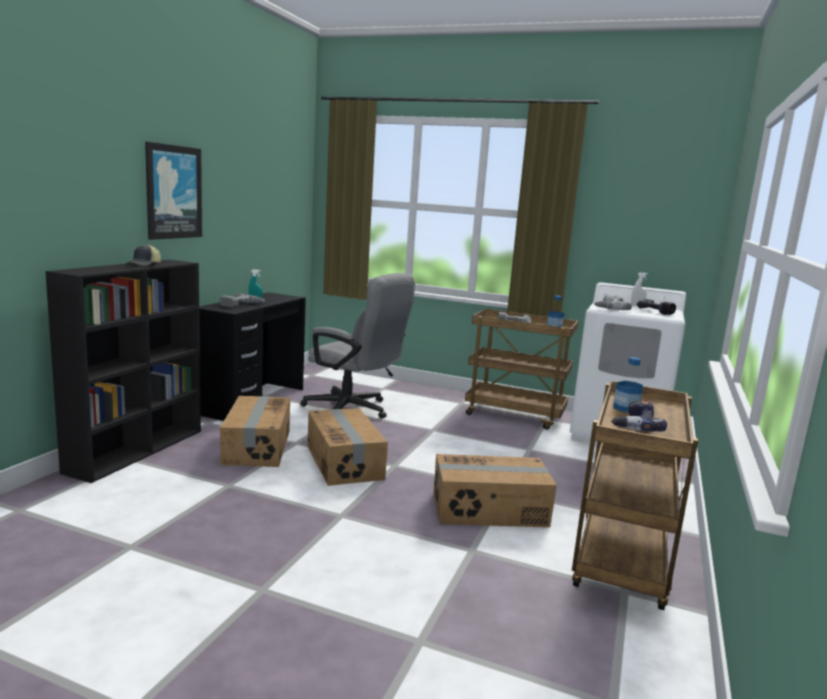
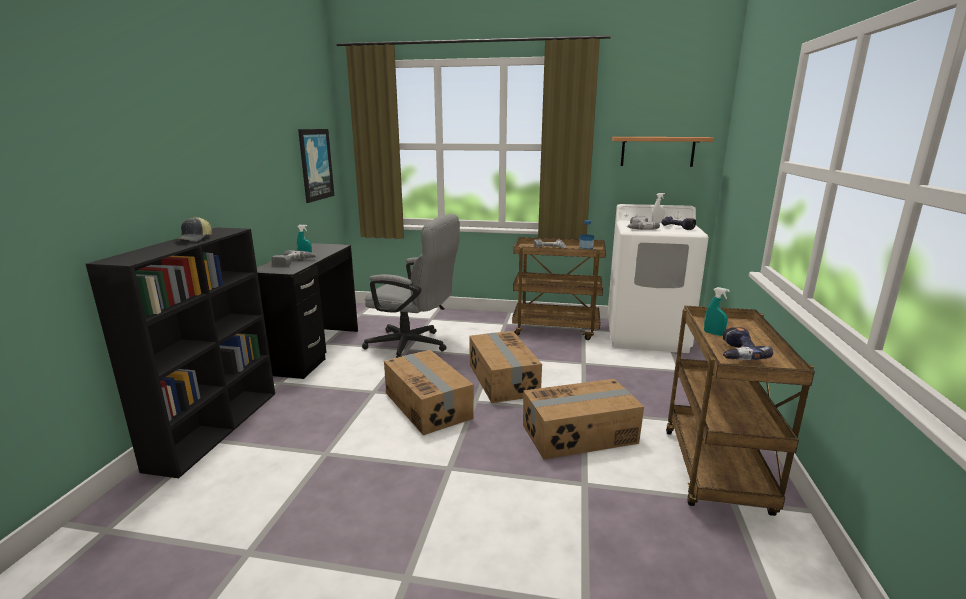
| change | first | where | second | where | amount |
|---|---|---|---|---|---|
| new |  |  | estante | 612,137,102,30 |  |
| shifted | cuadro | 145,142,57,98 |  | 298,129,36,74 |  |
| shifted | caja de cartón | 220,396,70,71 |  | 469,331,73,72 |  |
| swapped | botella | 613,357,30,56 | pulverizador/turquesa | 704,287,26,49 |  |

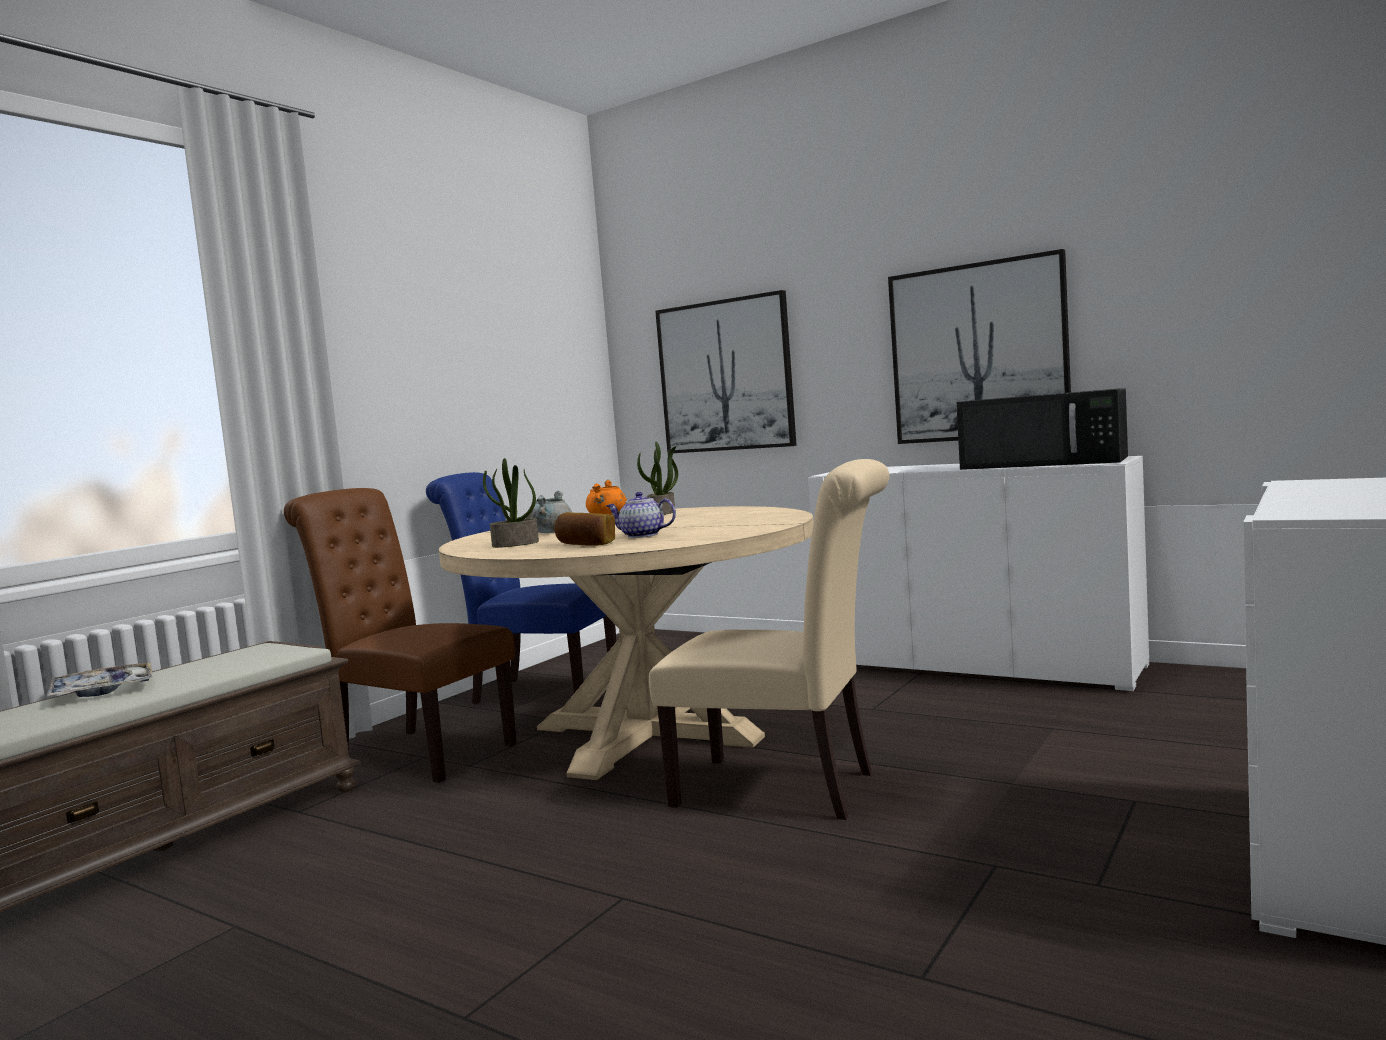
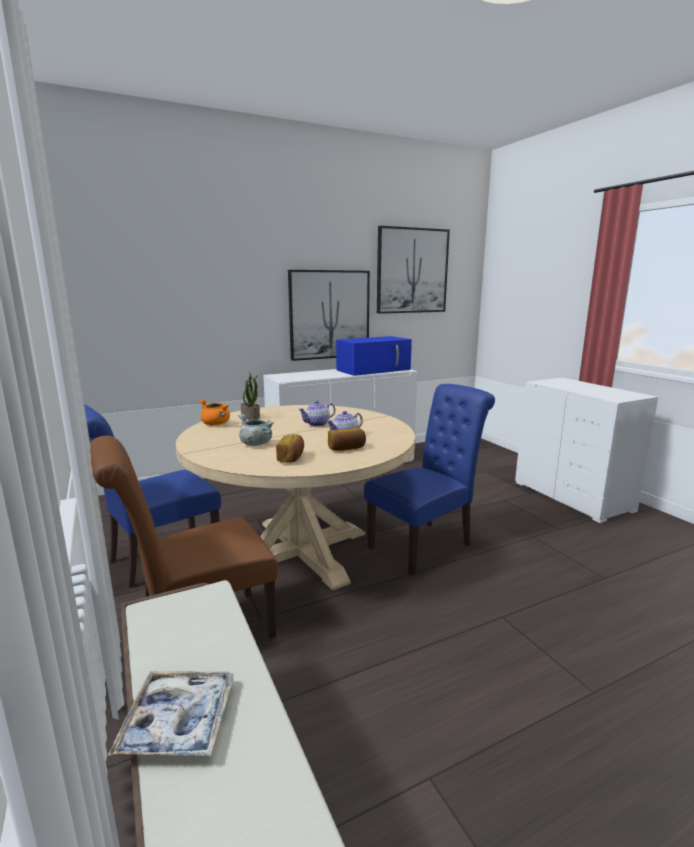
| change | first | where | second | where | amount |
|---|---|---|---|---|---|
| new |  |  | tetera | 298,400,37,26 |  |
| shifted | cuadro | 655,290,142,164 |  | 377,226,73,88 |  |
| swapped | planta en maceta | 483,458,56,90 | pan | 276,434,28,29 |  |
| repainted | silla/beis | 649,459,240,361 | silla/azul | 364,384,131,192 |  |
| repainted | microondas/negro | 956,388,172,82 | microondas/azul | 336,336,76,40 |  |

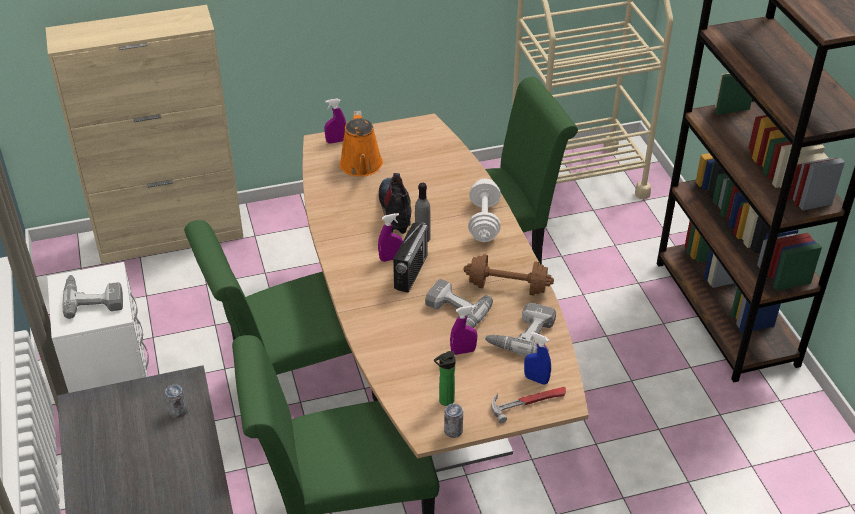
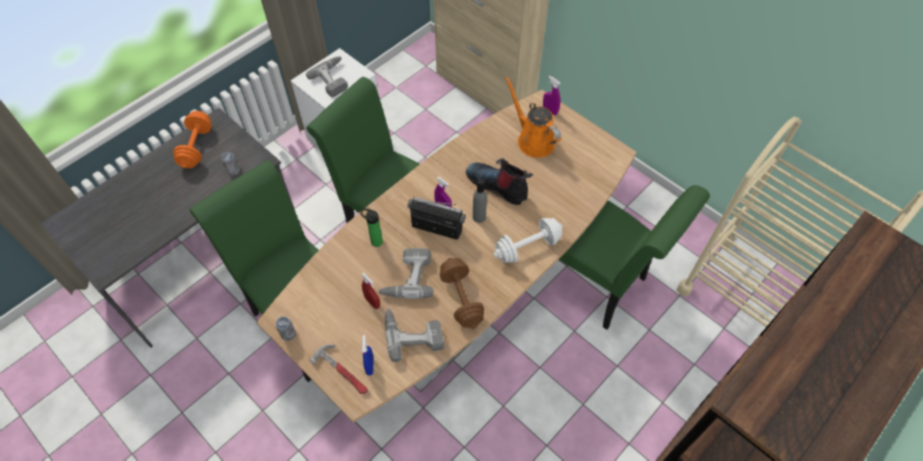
| change | first | where | second | where | amount |
|---|---|---|---|---|---|
| new |  |  | mancuerna/naranja | 173,111,38,57 |  |
| shifted | botella | 434,351,21,55 |  | 360,208,23,39 |  |
| repainted | pulverizador/morado | 450,306,27,49 | pulverizador/rojo | 362,273,18,36 |  |
| rotated | regadera/naranja | 340,111,43,66 |  | 505,76,56,82 | 90 degrees clockwise |
| rotated | bota | 379,173,32,61 |  | 466,158,67,47 | 105 degrees counterclockwise |
| rotated | radio | 393,222,35,71 |  | 407,197,59,43 | 150 degrees counterclockwise |

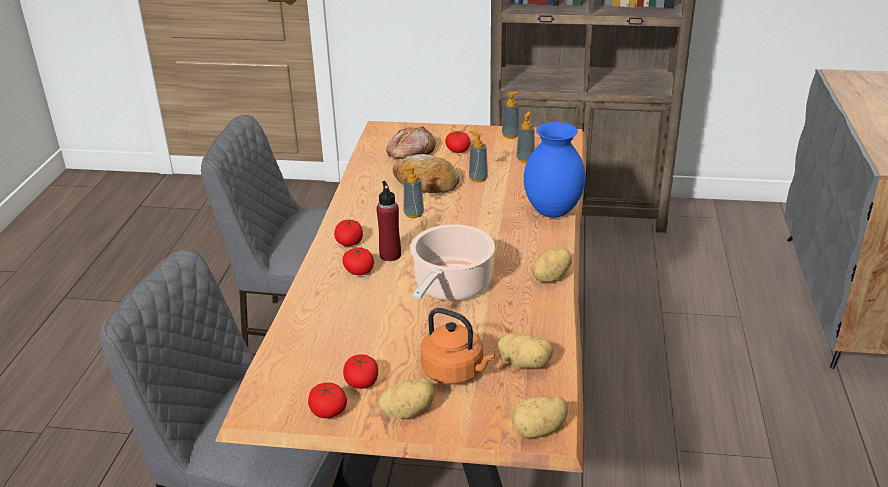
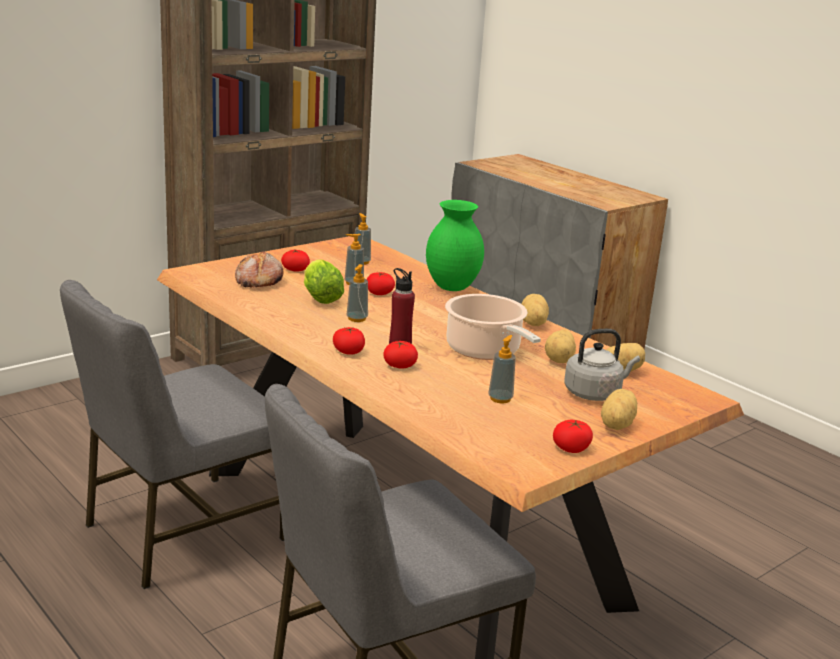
| change | first | where | second | where | amount |
|---|---|---|---|---|---|
| shifted | tomate | 343,354,35,35 |  | 367,272,28,23 |  |
| shifted | dispensador de jabón | 502,92,18,47 |  | 488,335,28,68 |  |
| shifted | patata | 511,396,57,42 |  | 545,329,31,34 |  |
| swapped | pan | 393,154,67,39 | lechuga | 304,259,40,45 |  |
| repainted | hervidor/naranja | 421,308,74,76 | hervidor/gris | 564,329,76,72 |  |
| repainted | florero/azul | 524,122,62,96 | florero/verde | 426,200,58,91 |  |

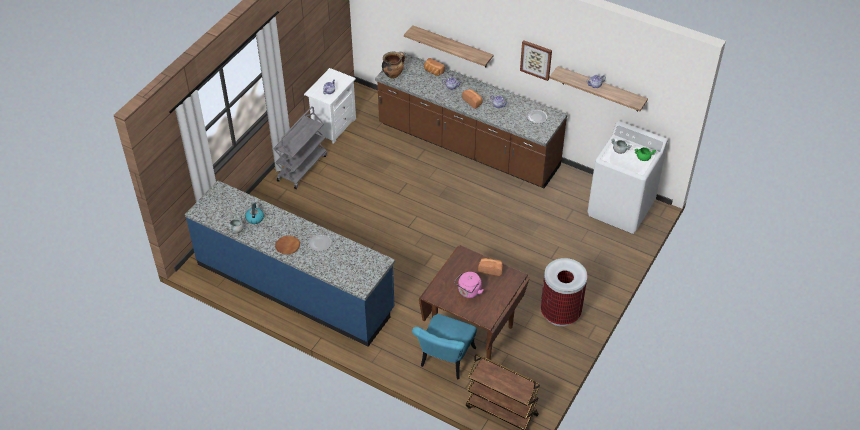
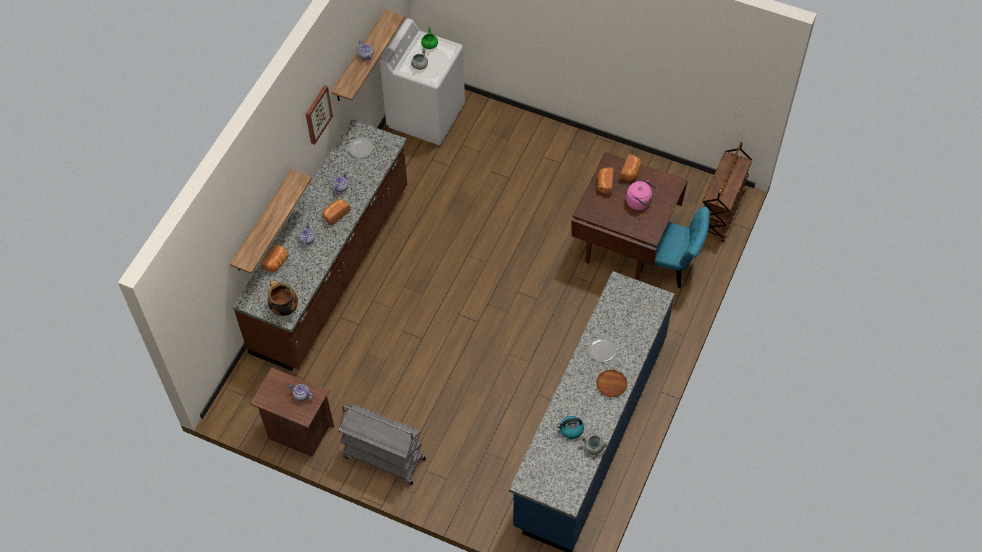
| change | first | where | second | where | amount |
|---|---|---|---|---|---|
| gone | papelera | 541,258,46,68 |  |  |  |
| new |  |  | pan | 620,154,22,27 |  |
| repainted | mesita de noche/blanco | 304,68,52,76 | mesita de noche/marrón | 250,368,84,89 |  |

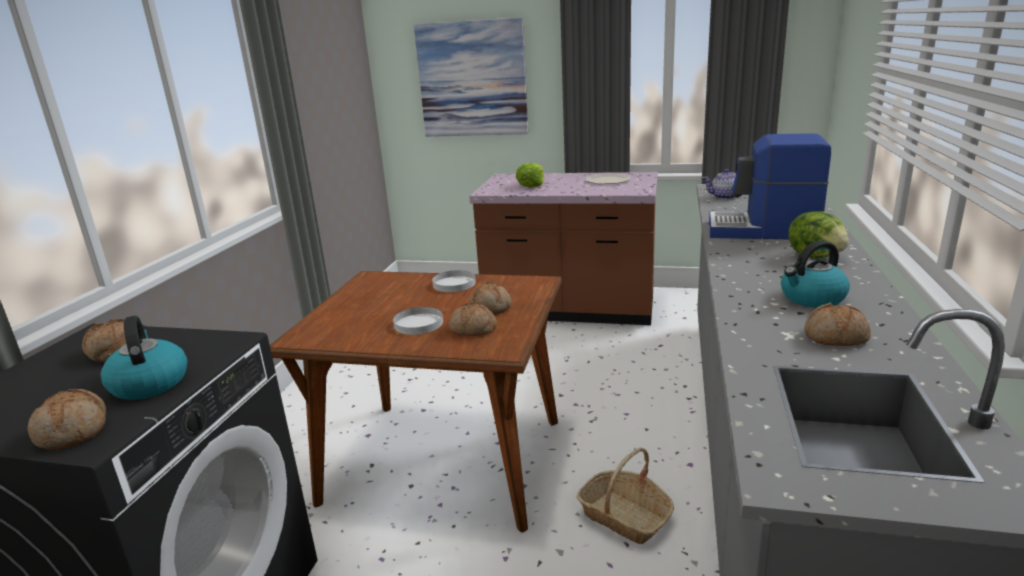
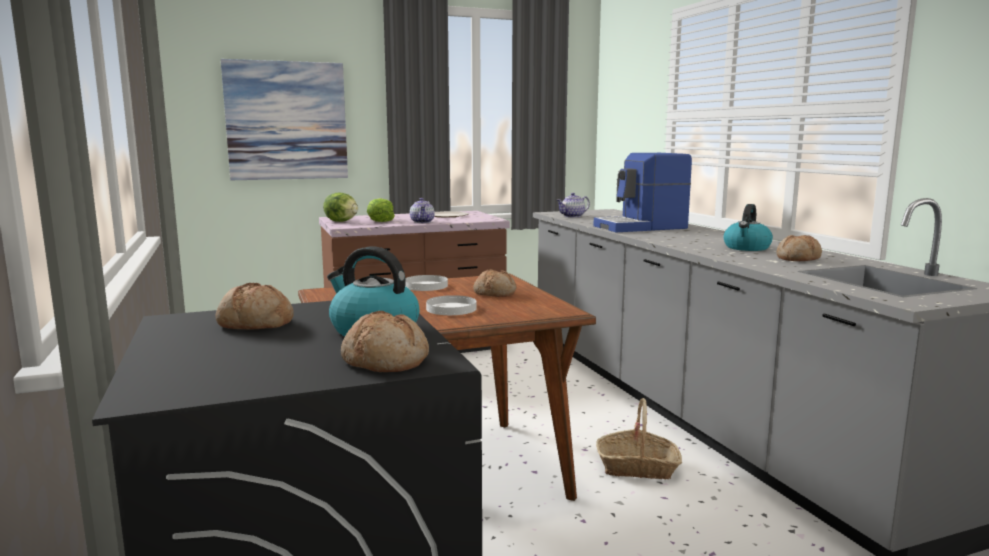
| change | first | where | second | where | amount |
|---|---|---|---|---|---|
| gone | pan | 449,302,48,34 |  |  |  |
| new |  |  | tetera | 410,198,25,25 |  |
| shifted | lechuga | 788,211,61,47 |  | 323,193,35,29 |  |

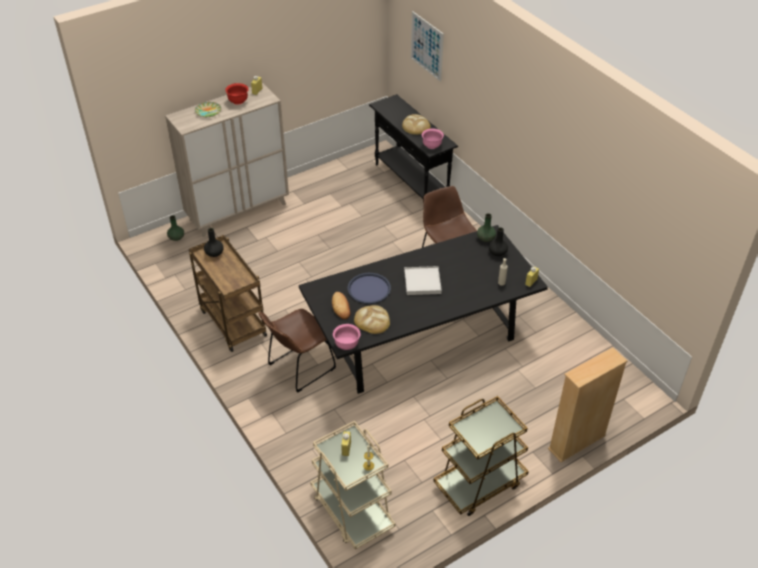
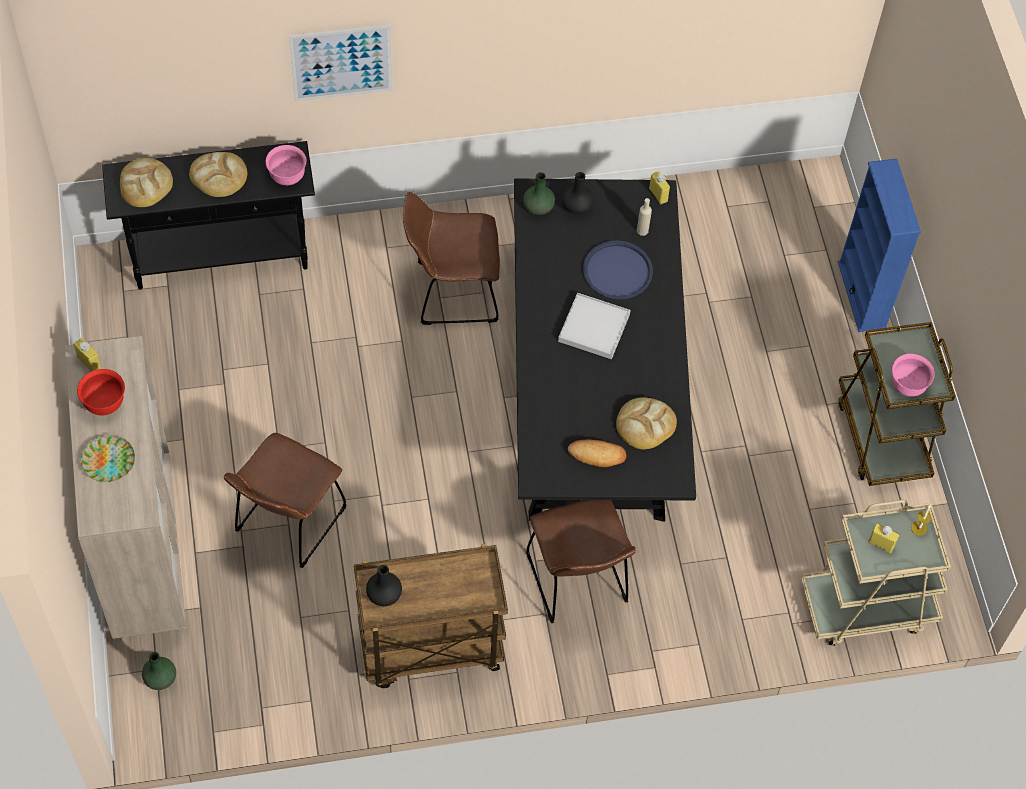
| change | first | where | second | where | amount |
|---|---|---|---|---|---|
| new |  |  | pan | 120,158,53,49 |  |
| new |  |  | silla/marrón | 224,433,123,135 |  |
| shifted | cuenco/rosa | 333,324,28,26 |  | 892,354,43,42 |  |
| shifted | bandeja/azul | 348,273,43,31 |  | 583,240,70,60 |  |
| shifted | cuadro | 411,11,33,71 |  | 289,25,103,76 |  |
| repainted | estantería/beis | 548,347,79,115 | estantería/azul | 838,159,83,173 |  |

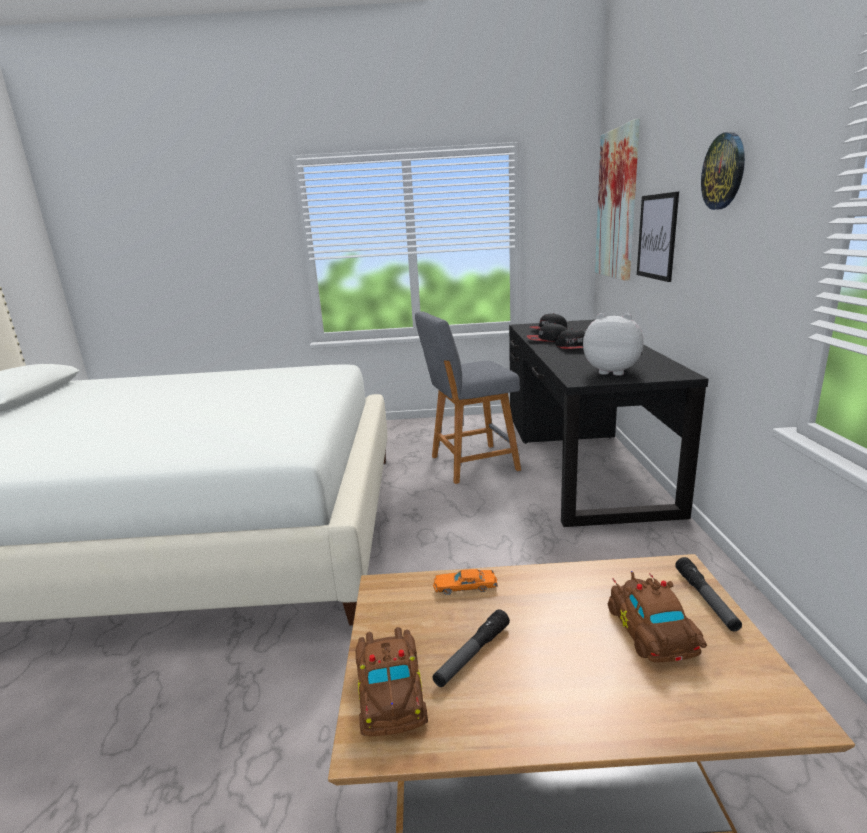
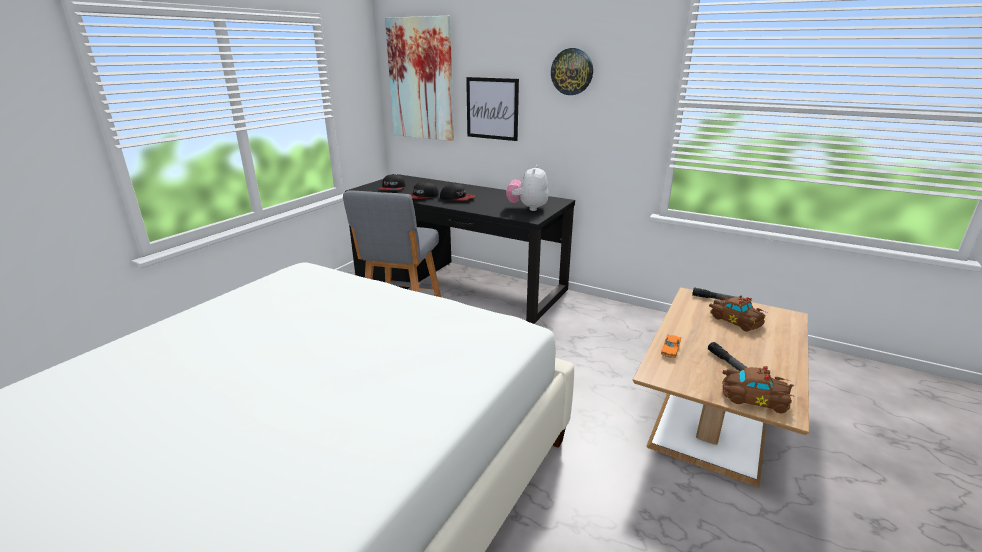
| change | first | where | second | where | amount |
|---|---|---|---|---|---|
| rotated | peluche | 583,313,60,63 |  | 506,165,43,46 | 45 degrees counterclockwise |
| rotated | coche de juguete/marrón | 608,571,99,92 |  | 709,295,59,37 | 150 degrees counterclockwise |

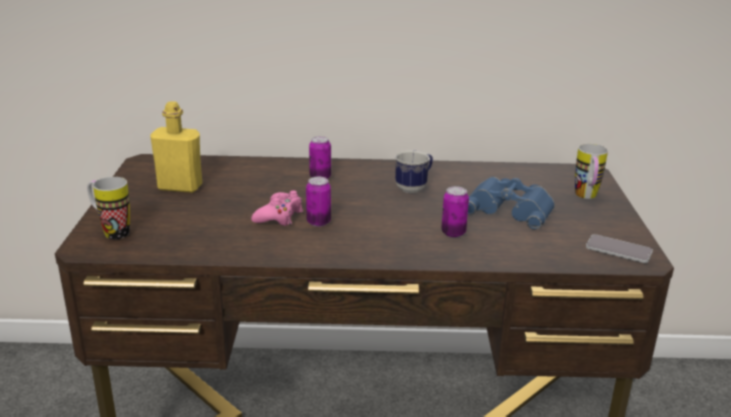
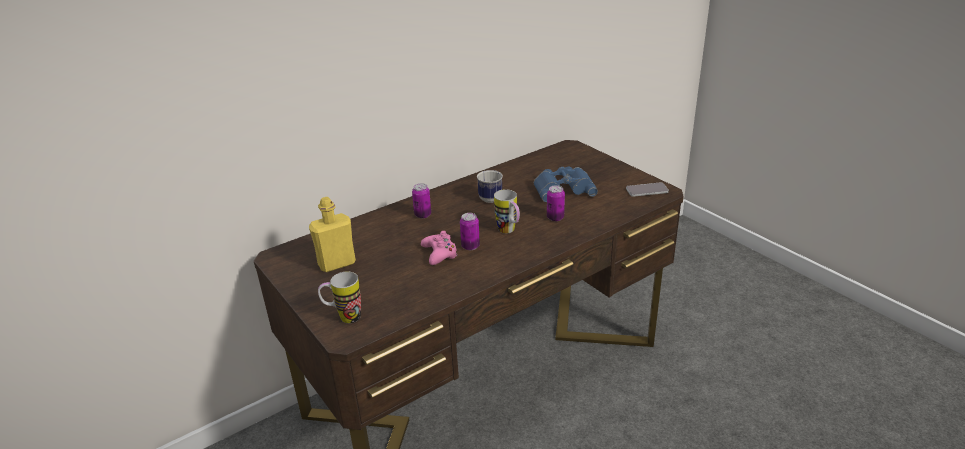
| change | first | where | second | where | amount |
|---|---|---|---|---|---|
| shifted | taza grande | 575,144,33,55 |  | 494,189,26,45 |  |

